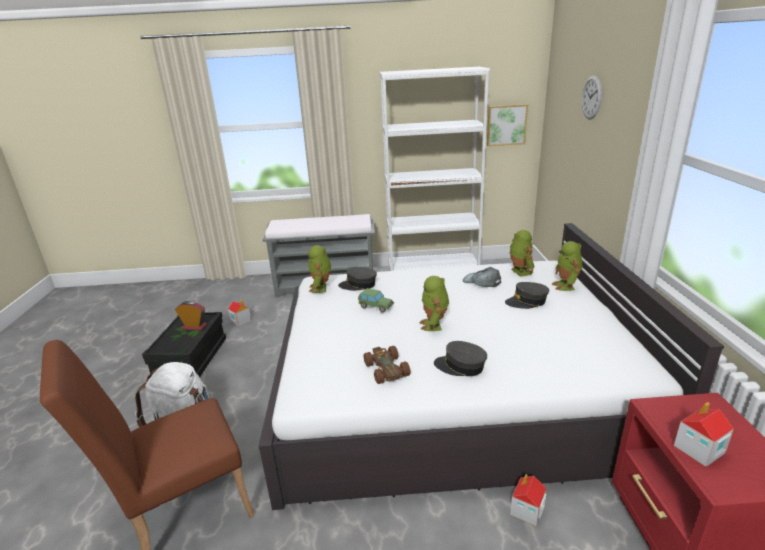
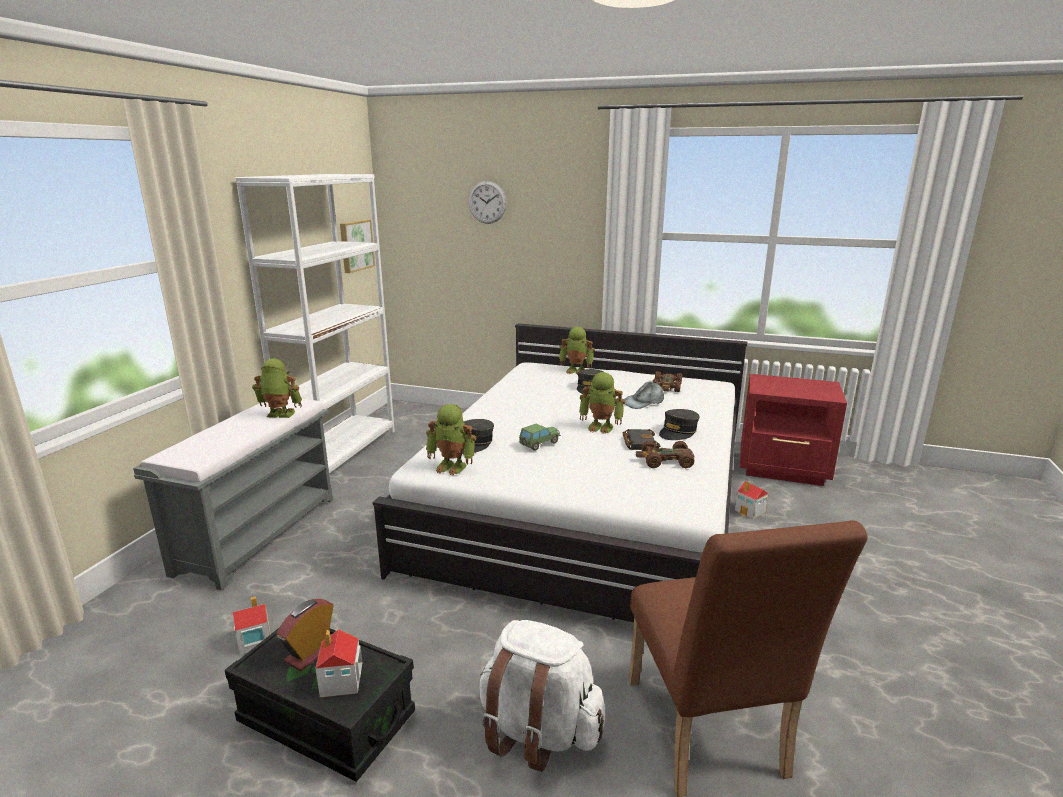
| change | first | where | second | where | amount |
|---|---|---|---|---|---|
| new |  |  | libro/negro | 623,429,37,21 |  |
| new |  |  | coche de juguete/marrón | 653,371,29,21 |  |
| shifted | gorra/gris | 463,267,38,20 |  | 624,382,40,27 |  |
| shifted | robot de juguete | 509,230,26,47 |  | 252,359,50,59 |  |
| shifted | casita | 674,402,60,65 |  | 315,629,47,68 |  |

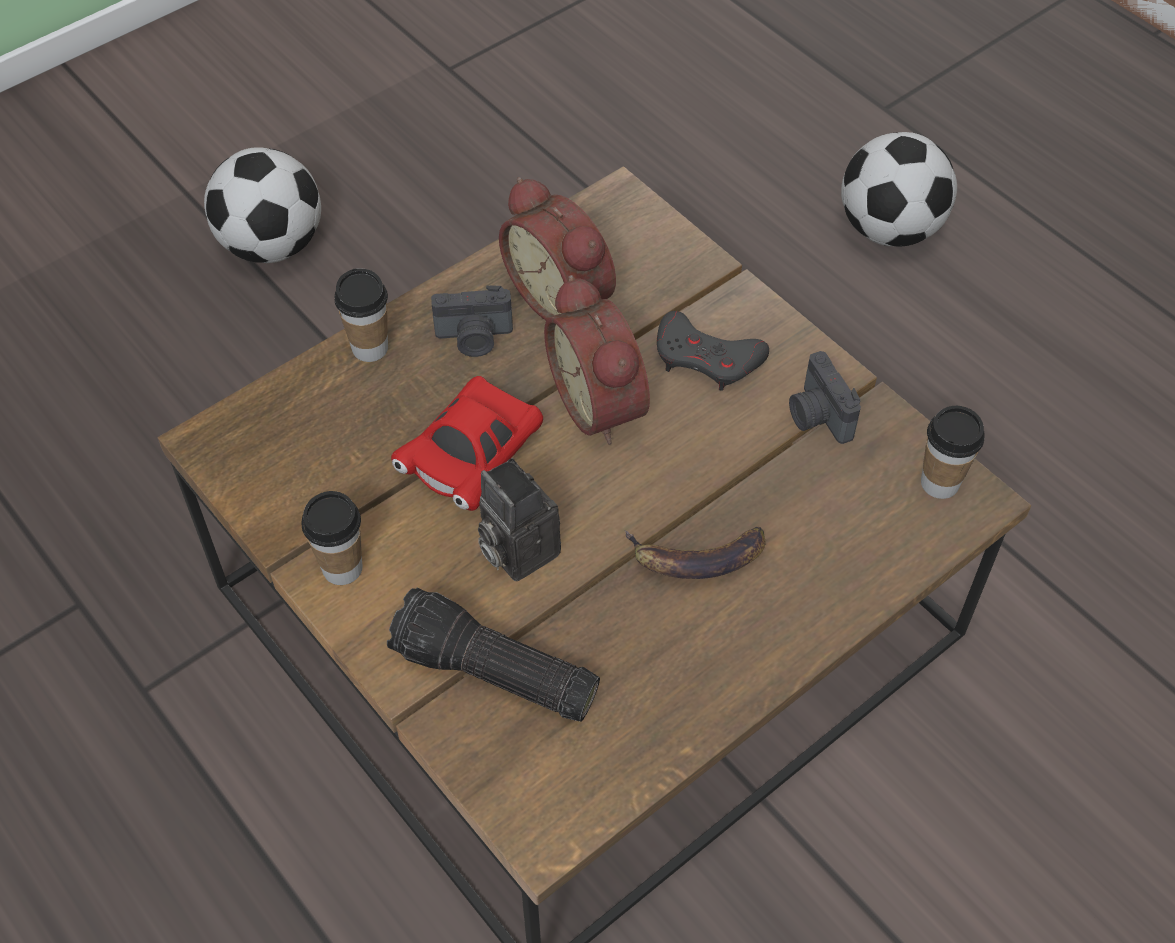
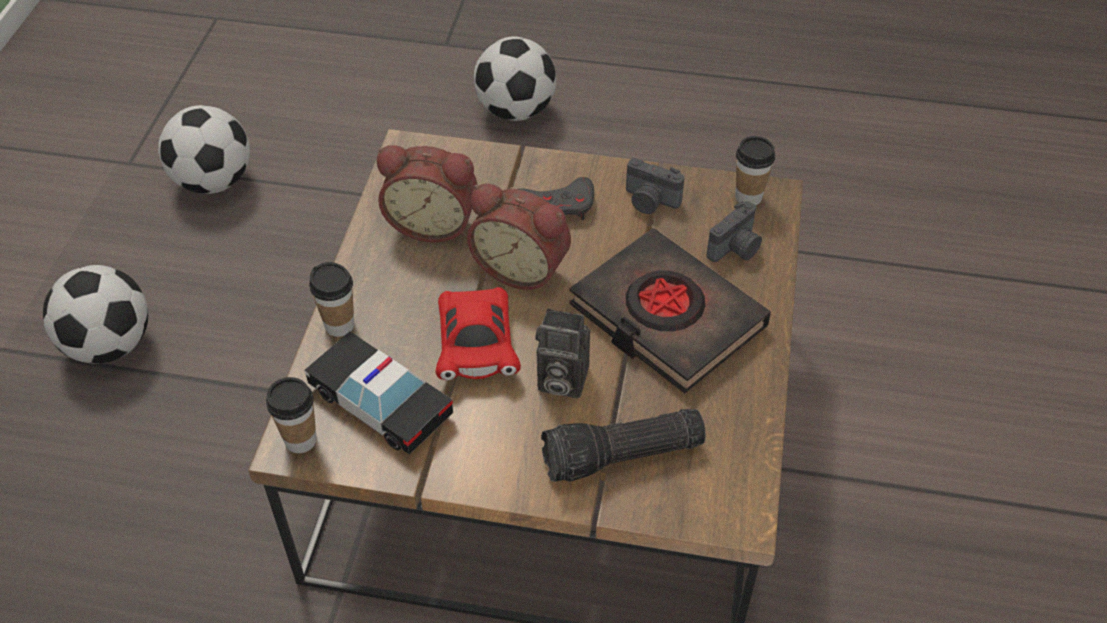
| change | first | where | second | where | amount |
|---|---|---|---|---|---|
| new |  |  | balón de fútbol | 158,105,92,89 |  |
| new |  |  | coche de juguete | 305,331,148,124 |  |
| shifted | taza | 302,491,61,94 |  | 266,377,51,76 |  |
| shifted | cámara | 431,286,82,71 |  | 706,201,56,61 |  |
| swapped | plátano | 625,527,141,52 | libro/negro | 569,228,202,166 |  |

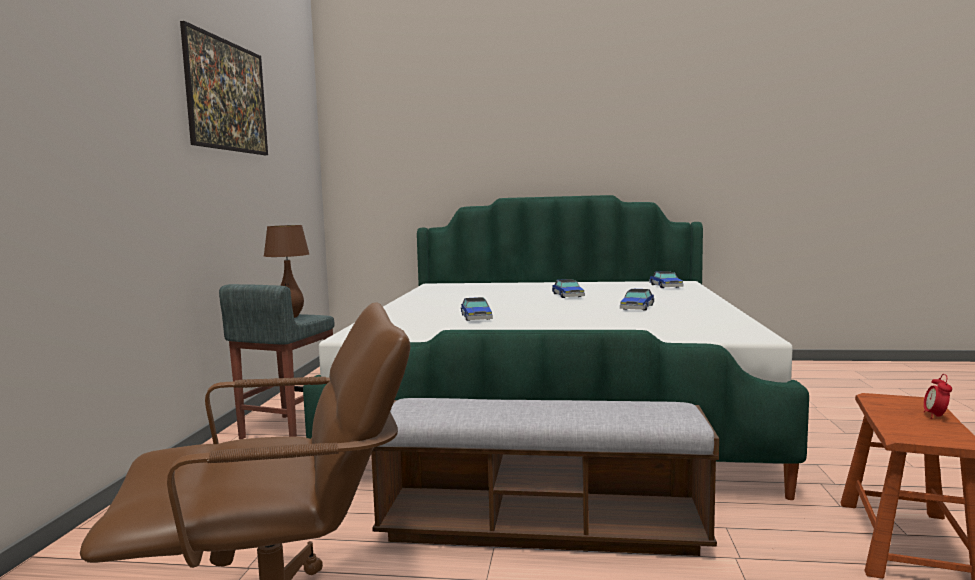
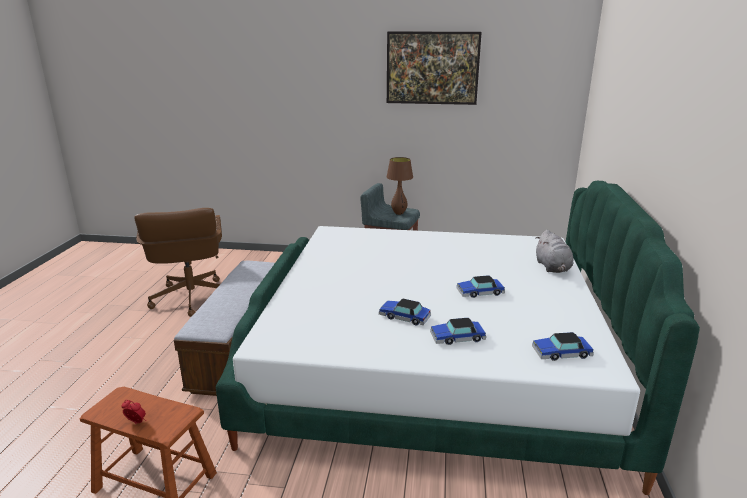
| change | first | where | second | where | amount |
|---|---|---|---|---|---|
| new |  |  | peluche/gris | 536,230,37,43 |  |
| shifted | coche de juguete | 461,297,32,24 |  | 430,318,56,27 |  |

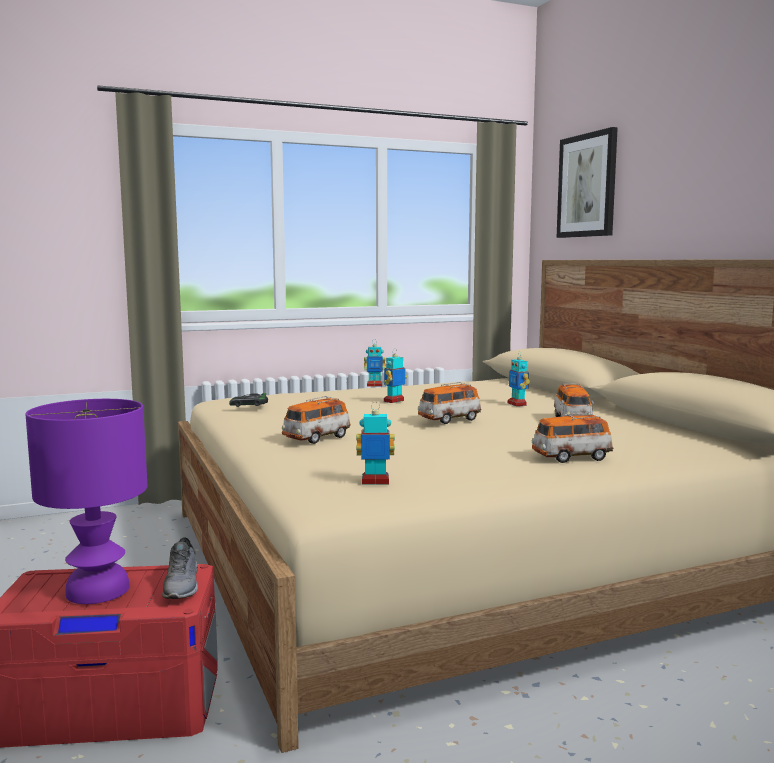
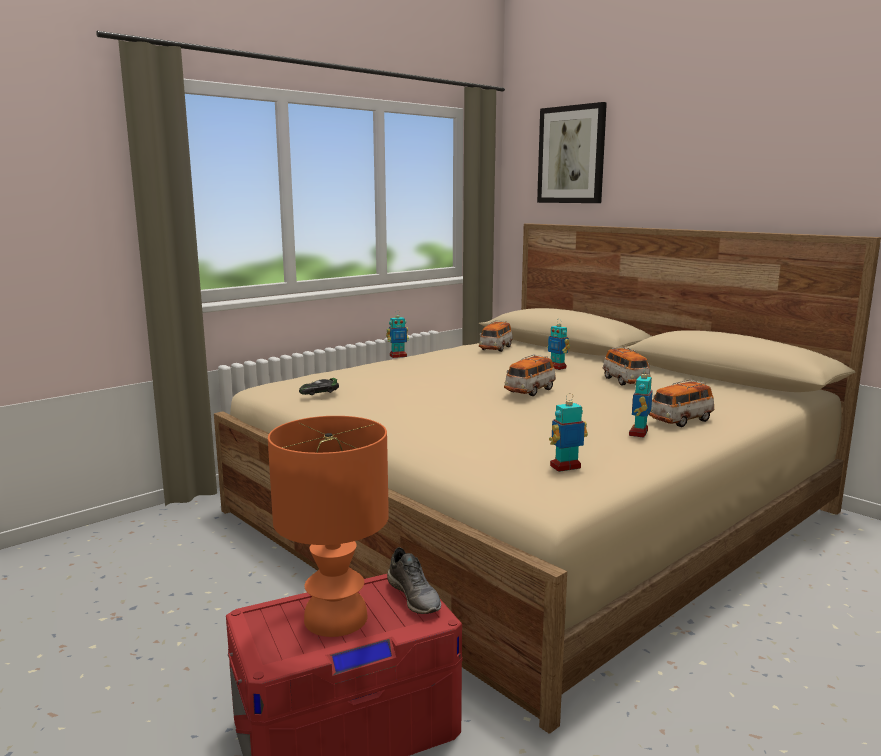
| change | first | where | second | where | amount |
|---|---|---|---|---|---|
| shifted | coche de juguete | 282,396,69,48 |  | 479,320,34,32 |  |
| shifted | robot de juguete | 383,349,24,54 |  | 629,368,24,70 |  |
| repainted | lámpara de mesa/morado | 25,399,123,205 | lámpara de mesa/naranja | 268,416,121,221 |  |

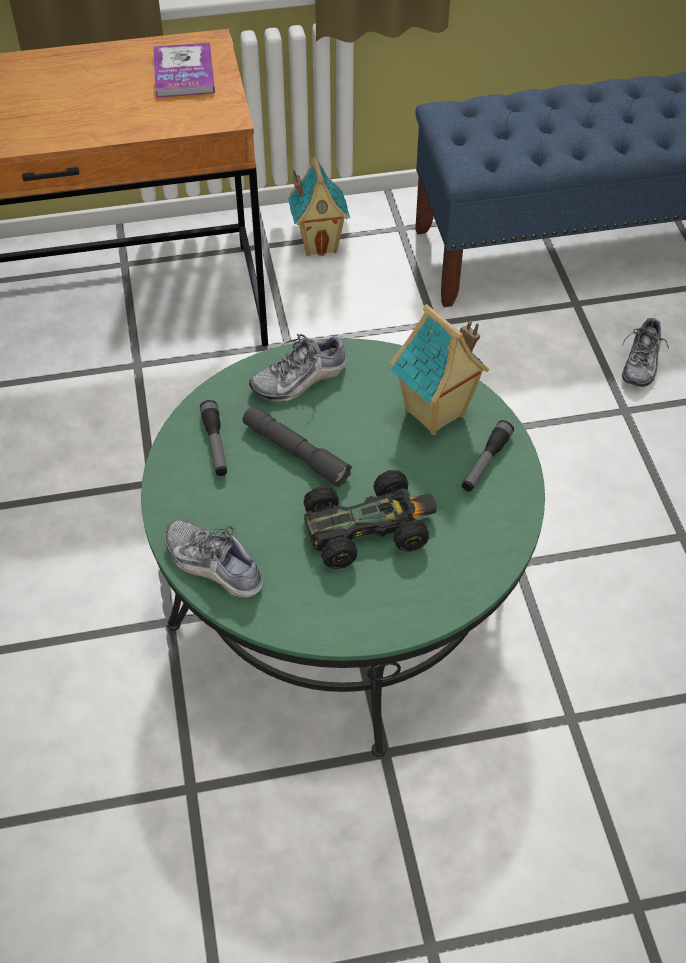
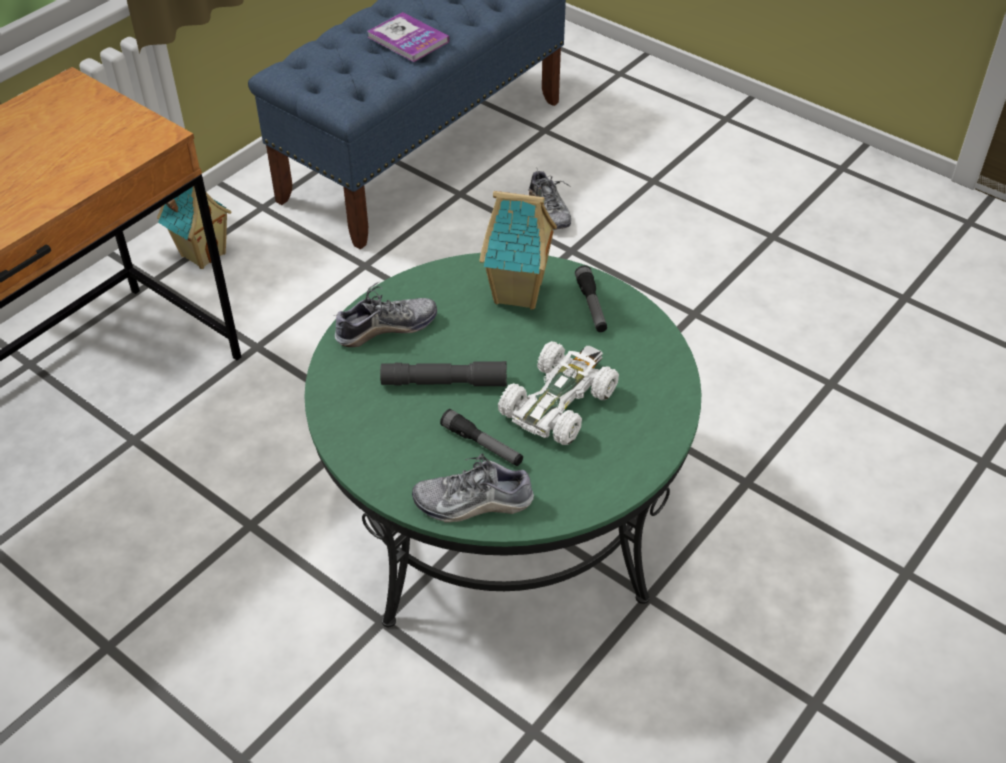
| change | first | where | second | where | amount |
|---|---|---|---|---|---|
| shifted | libro | 153,43,62,55 |  | 367,12,82,50 |  |
| shifted | linterna | 200,400,27,76 |  | 440,409,83,57 |  |
| repainted | coche de juguete/negro | 304,470,133,99 | coche de juguete/blanco | 498,341,121,104 |  |
| rotated | zapato | 249,334,98,68 |  | 334,282,103,65 | 135 degrees counterclockwise |

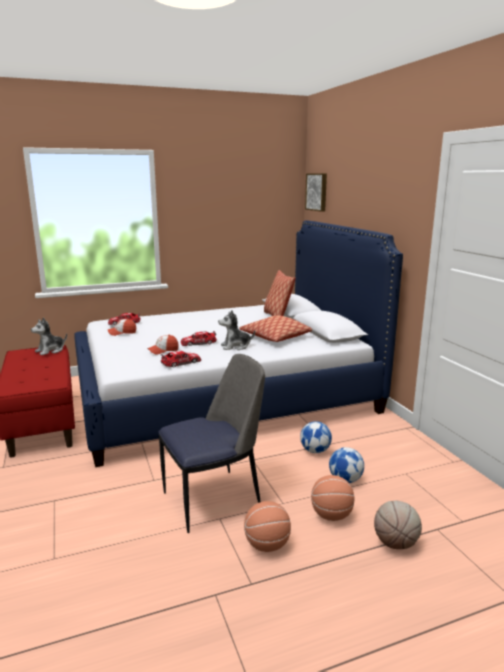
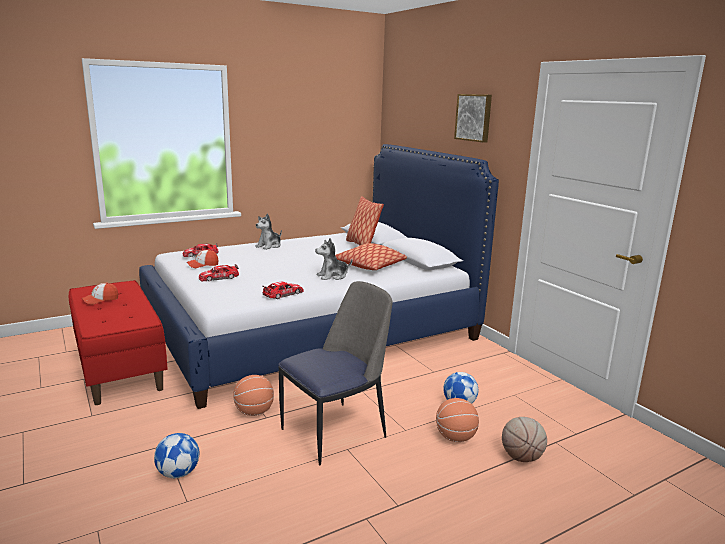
| change | first | where | second | where | amount |
|---|---|---|---|---|---|
| shifted | peluche | 31,317,36,38 |  | 256,213,26,37 |  |
| shifted | gorra | 147,335,32,20 |  | 81,283,37,22 |  |
| shifted | coche de juguete | 181,331,36,15 |  | 199,264,40,17 |  |
| shifted | balón de baloncesto | 244,501,47,51 |  | 233,375,41,41 |  |
| shifted | balón de fútbol | 300,421,32,32 |  | 154,433,45,45 |  |
| shifted | cuadro | 305,173,22,39 |  | 454,94,38,49 |  |

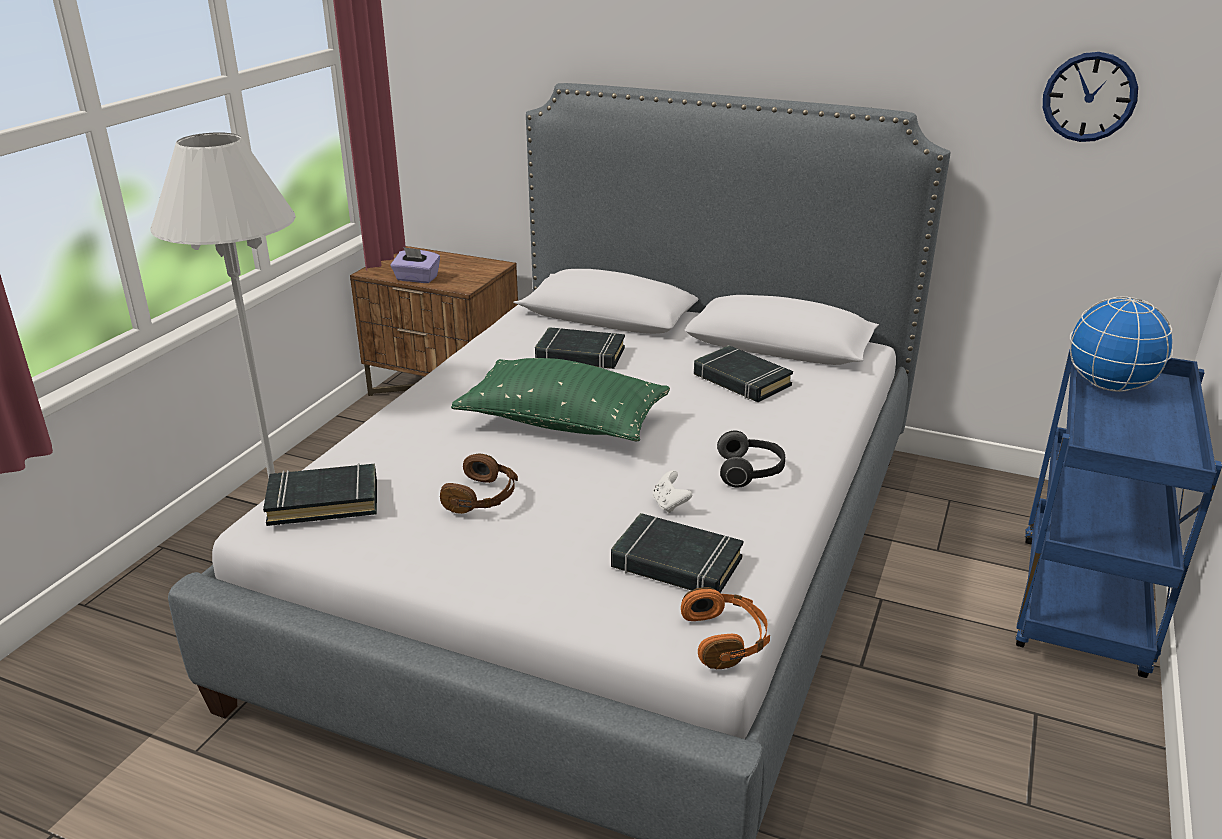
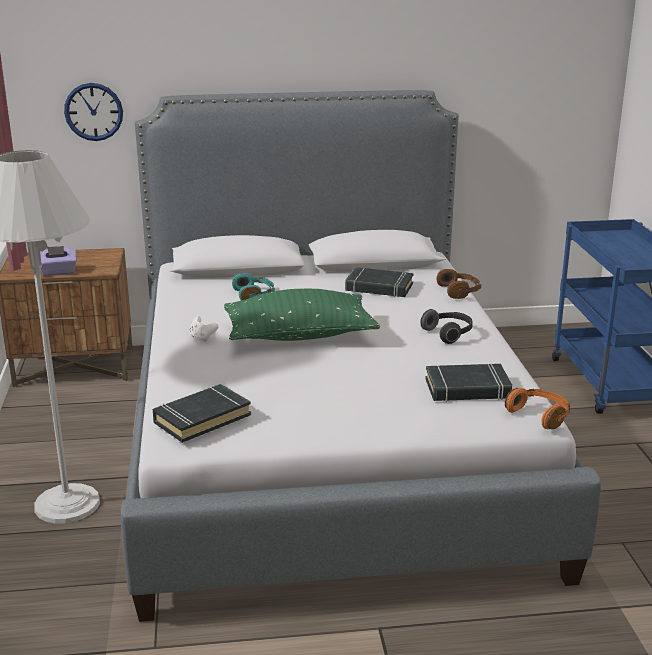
| change | first | where | second | where | amount |
|---|---|---|---|---|---|
| gone | globo terráqueo | 1070,297,103,95 |  |  |  |
| shifted | auriculares/marrón | 440,454,78,60 |  | 436,269,45,30 |  |
| shifted | mando de consola/blanco | 652,470,40,43 |  | 189,317,30,25 |  |
| shifted | reloj de pared | 1043,52,95,90 |  | 64,83,59,58 |  |
| swapped | libro/negro | 535,327,90,42 | auriculares/turquesa | 232,273,43,28 |  |

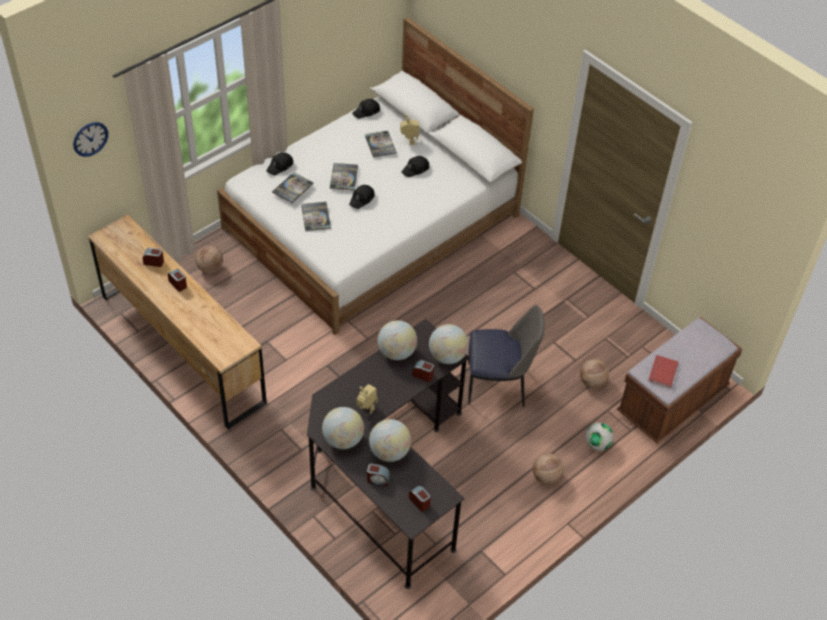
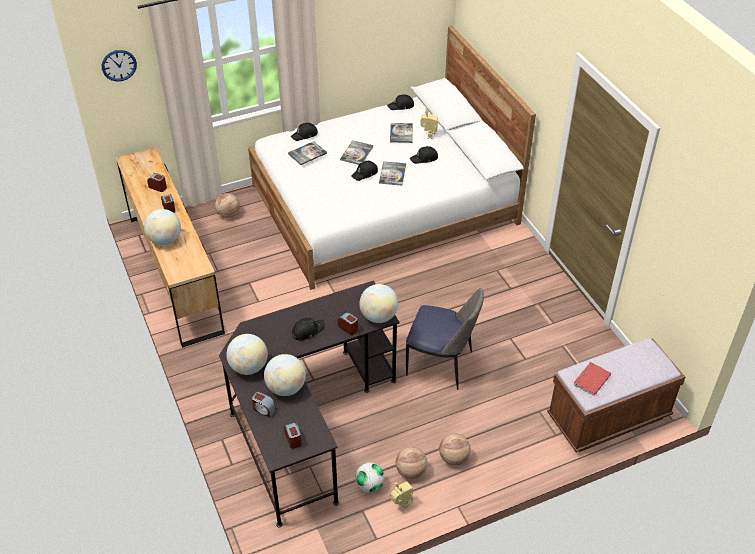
| change | first | where | second | where | amount |
|---|---|---|---|---|---|
| new |  |  | gorra/negro | 292,318,33,23 |  |
| shifted | libro | 301,202,30,29 |  | 379,161,27,25 |  |
| shifted | robot de juguete | 357,384,21,30 |  | 390,481,23,29 |  |
| shifted | globo terráqueo | 378,320,39,40 |  | 144,209,37,36 |  |
| shifted | balón de baloncesto | 580,359,29,29 |  | 396,447,31,32 |  |
| shifted | balón de fútbol | 585,423,29,28 |  | 355,462,30,31 |  |

